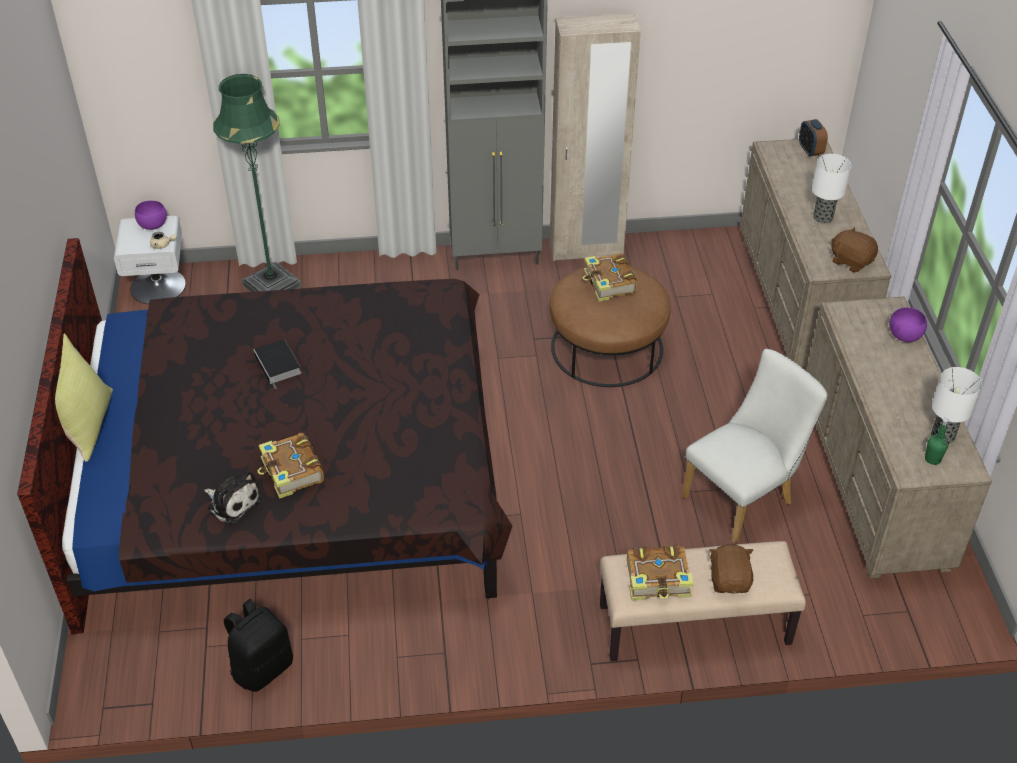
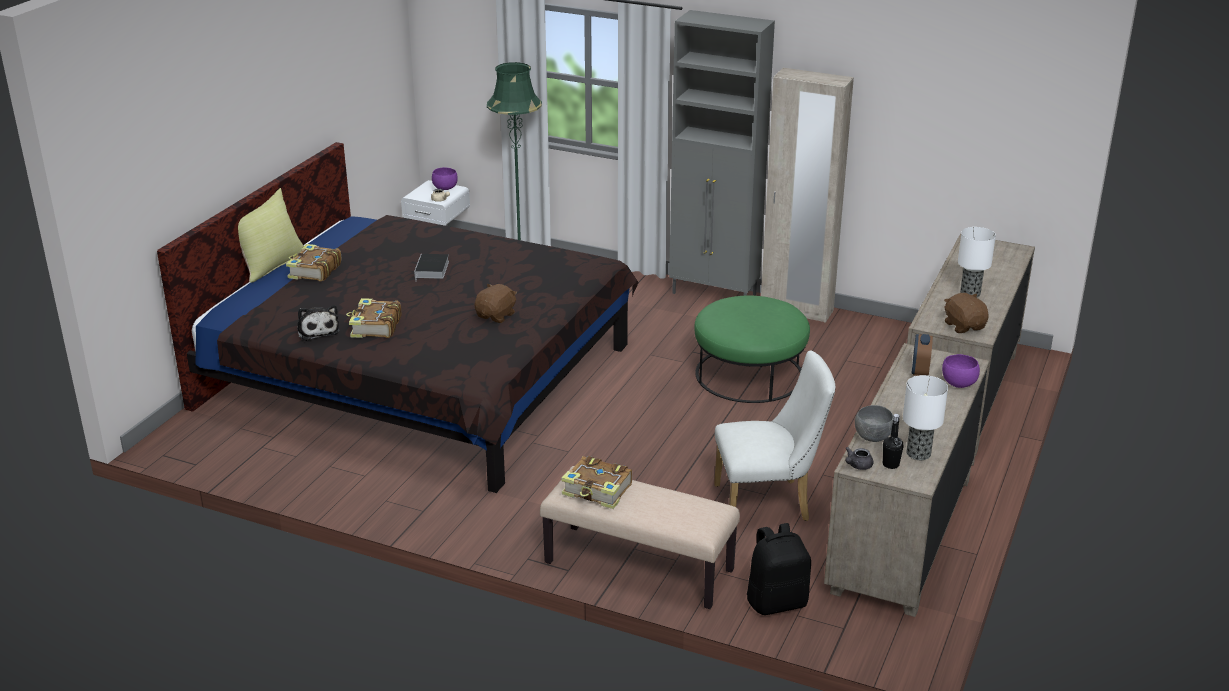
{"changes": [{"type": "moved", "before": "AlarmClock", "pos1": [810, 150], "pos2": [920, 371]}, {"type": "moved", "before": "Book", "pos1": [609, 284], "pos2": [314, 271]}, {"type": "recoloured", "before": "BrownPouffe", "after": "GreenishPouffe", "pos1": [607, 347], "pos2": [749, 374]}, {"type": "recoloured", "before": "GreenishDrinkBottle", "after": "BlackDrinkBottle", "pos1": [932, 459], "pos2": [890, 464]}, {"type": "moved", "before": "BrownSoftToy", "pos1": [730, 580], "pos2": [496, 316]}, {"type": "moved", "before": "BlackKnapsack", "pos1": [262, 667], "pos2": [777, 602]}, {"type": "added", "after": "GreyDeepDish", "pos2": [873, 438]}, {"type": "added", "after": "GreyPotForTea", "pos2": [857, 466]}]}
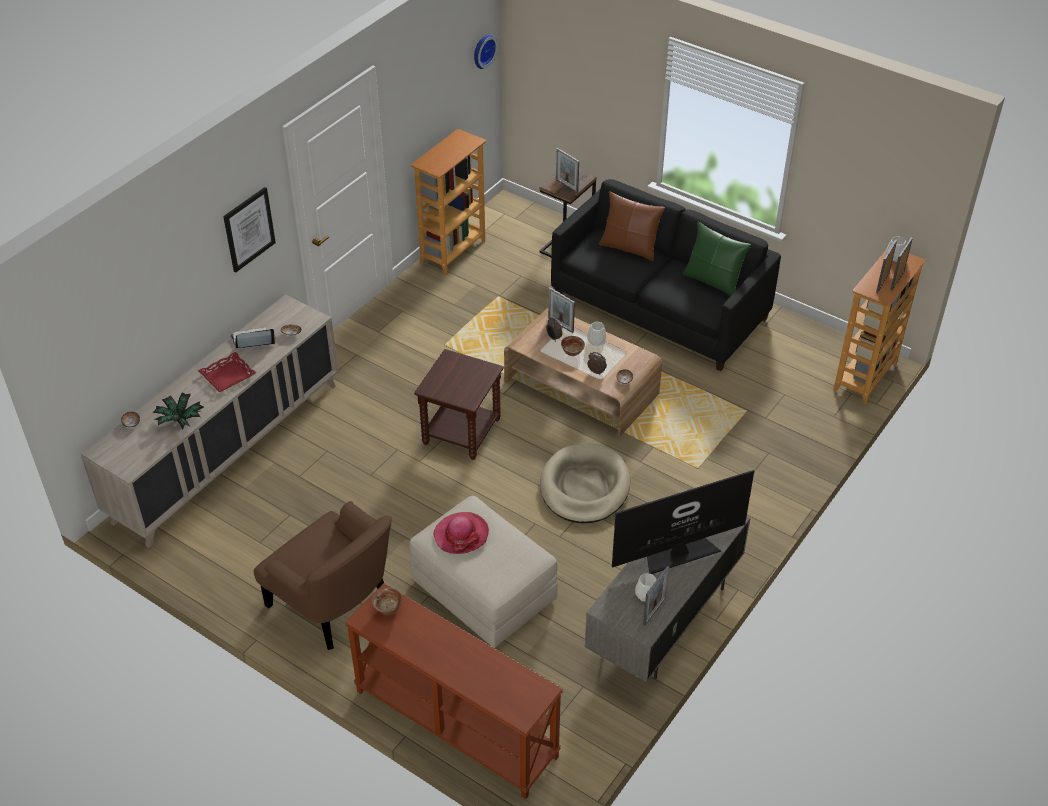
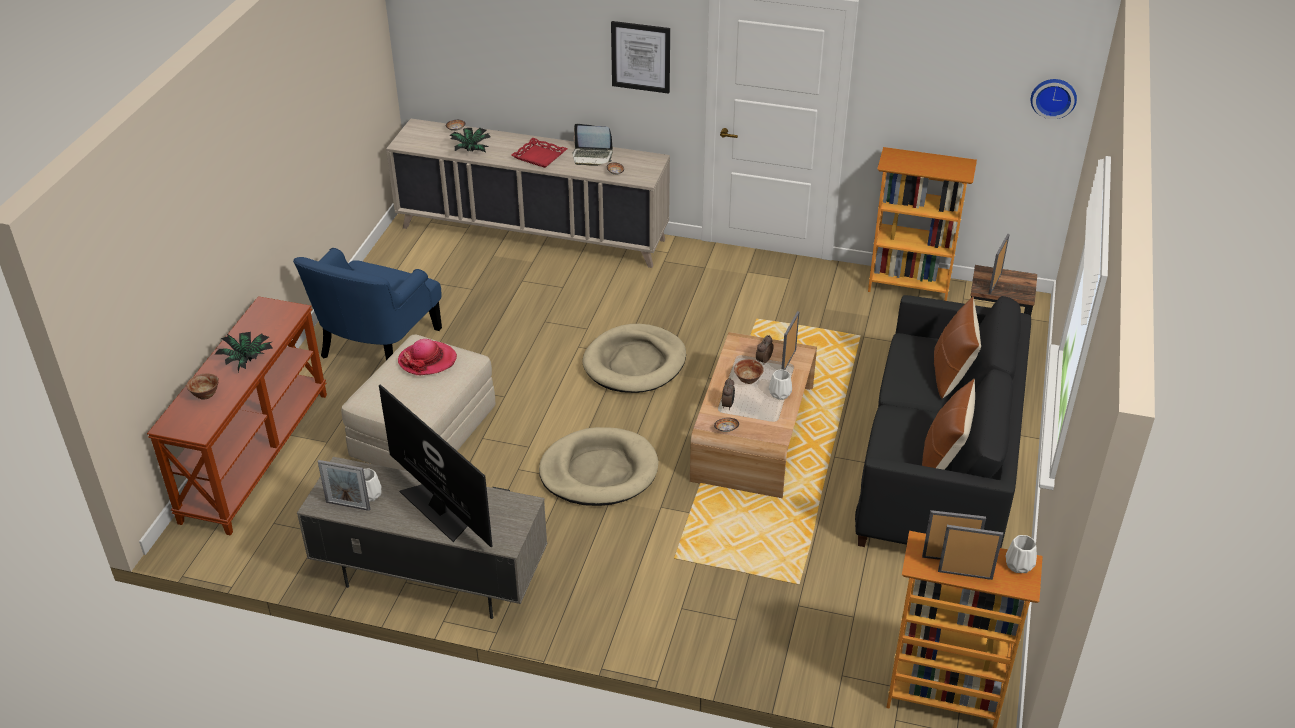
{"changes": [{"type": "recoloured", "before": "GreenishPillow", "after": "BrownPillow", "pos1": [713, 281], "pos2": [943, 458]}, {"type": "turned", "before": "PortableComputer", "pos1": [253, 341], "pos2": [592, 156], "turn": 135}, {"type": "replaced", "before": "BrownAccentTable", "after": "SandColouredDogBed", "pos1": [461, 431], "pos2": [635, 363]}, {"type": "recoloured", "before": "BrownEasyChair", "after": "BluishEasyChair", "pos1": [333, 602], "pos2": [377, 343]}, {"type": "moved", "before": "DeepDish", "pos1": [388, 609], "pos2": [205, 395]}, {"type": "added", "after": "Houseplant", "pos2": [247, 361]}]}
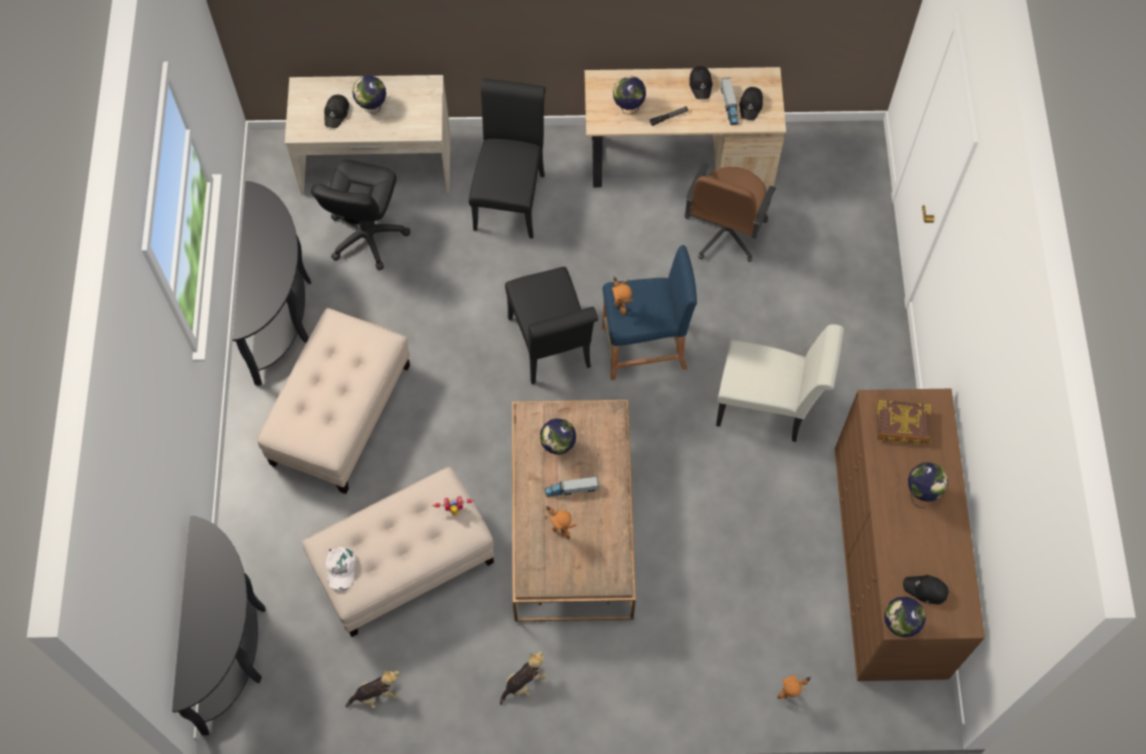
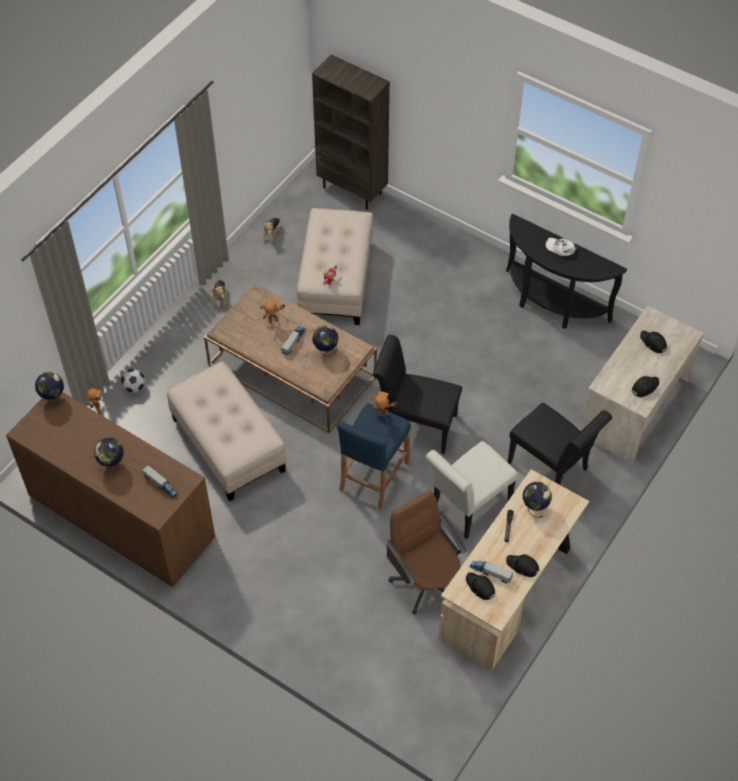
{"changes": [{"type": "removed", "before": "DeskGlobe", "pos1": [372, 107]}, {"type": "removed", "before": "BlackComputerChair", "pos1": [367, 236]}, {"type": "moved", "before": "SandColouredPouffe", "pos1": [341, 414], "pos2": [227, 444]}, {"type": "moved", "before": "WhitishPlainChair", "pos1": [769, 407], "pos2": [467, 508]}, {"type": "replaced", "before": "Book", "after": "ToyTruck", "pos1": [902, 425], "pos2": [160, 484]}, {"type": "replaced", "before": "BlackHallTable", "after": "BrownShelvingUnit", "pos1": [234, 645], "pos2": [353, 190]}, {"type": "moved", "before": "WhitishPeakedCap", "pos1": [340, 568], "pos2": [560, 248]}, {"type": "moved", "before": "BlackPeakedCap", "pos1": [925, 590], "pos2": [644, 387]}, {"type": "added", "after": "FootballBall", "pos2": [134, 387]}]}
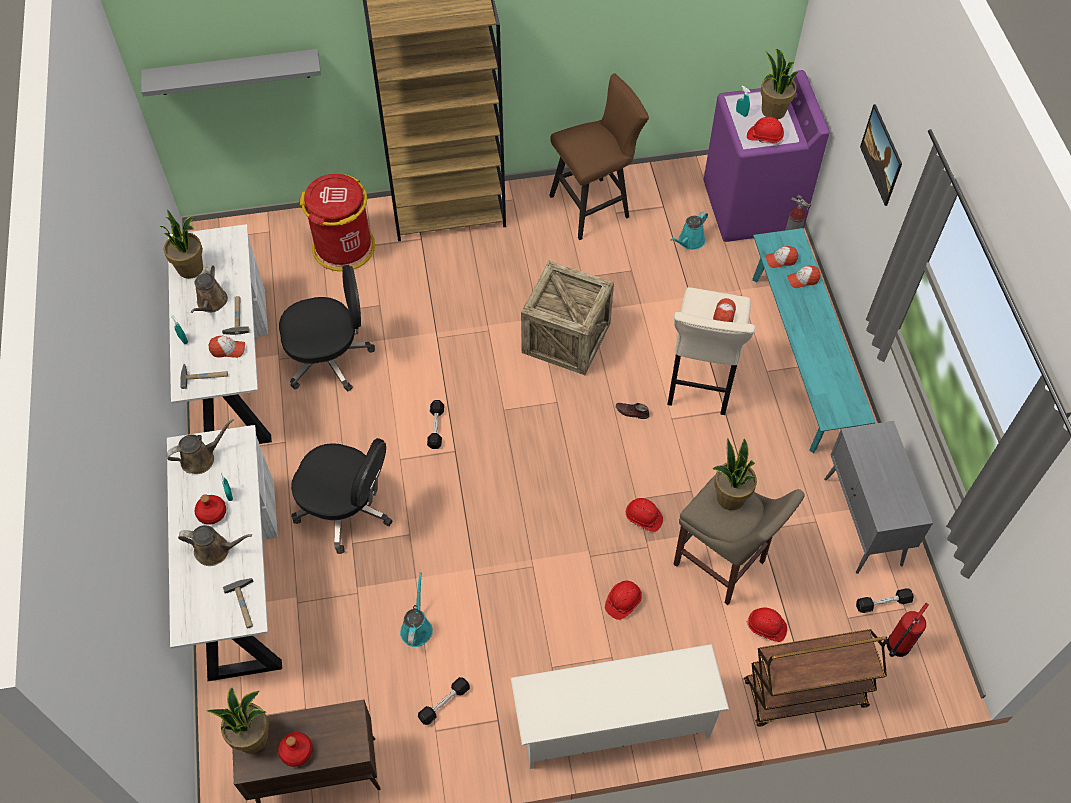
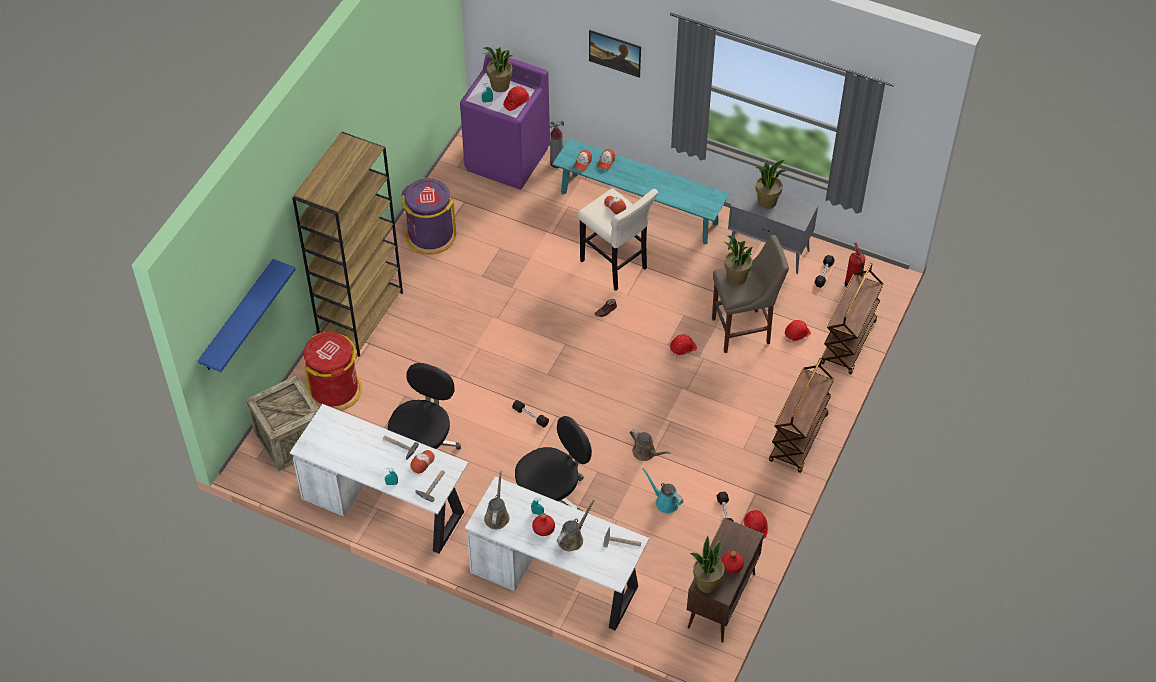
{"changes": [{"type": "recoloured", "before": "GreyBracketShelf", "after": "BluishBracketShelf", "pos1": [233, 72], "pos2": [238, 317]}, {"type": "replaced", "before": "BrownStool", "after": "PurpleColouredWasteBin", "pos1": [595, 206], "pos2": [430, 236]}, {"type": "moved", "before": "Houseplant", "pos1": [191, 268], "pos2": [767, 201]}, {"type": "removed", "before": "TurquoiseColouredWateringCan", "pos1": [689, 242]}, {"type": "moved", "before": "PackingCrate", "pos1": [566, 338], "pos2": [291, 439]}, {"type": "moved", "before": "BrownWateringCan", "pos1": [211, 303], "pos2": [646, 453]}, {"type": "moved", "before": "RedSafetyHelmet", "pos1": [622, 602], "pos2": [755, 527]}, {"type": "replaced", "before": "WhitishShoeStand", "after": "BrownCart", "pos1": [613, 722], "pos2": [799, 439]}]}
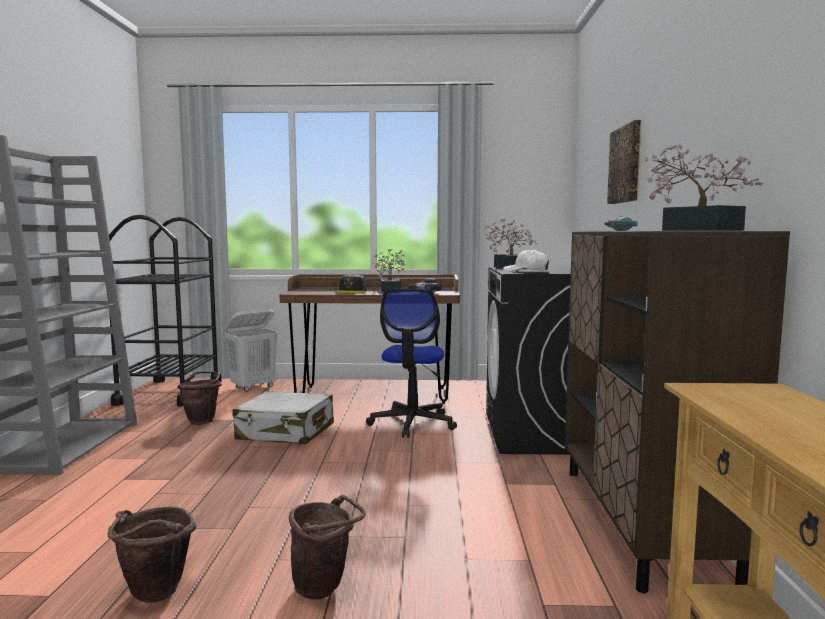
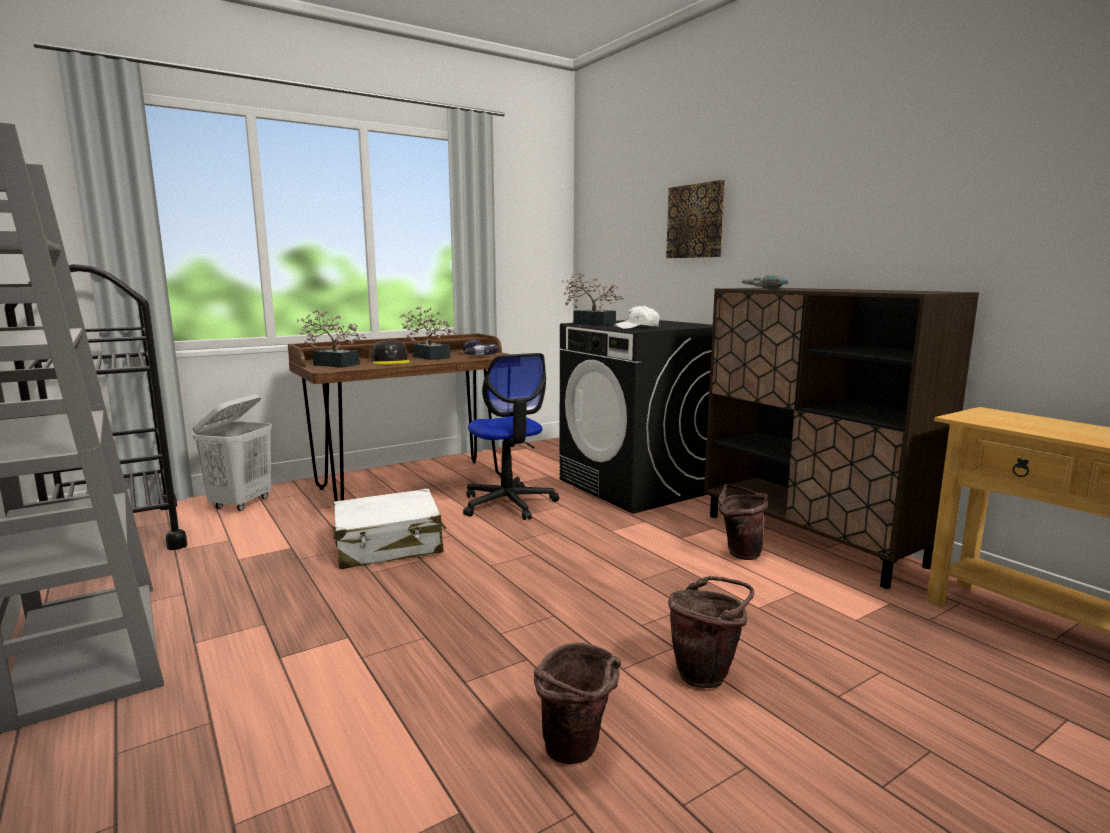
{"changes": [{"type": "moved", "before": "Houseplant", "pos1": [694, 230], "pos2": [333, 364]}, {"type": "moved", "before": "BrownWaterBucket", "pos1": [203, 421], "pos2": [739, 552]}]}
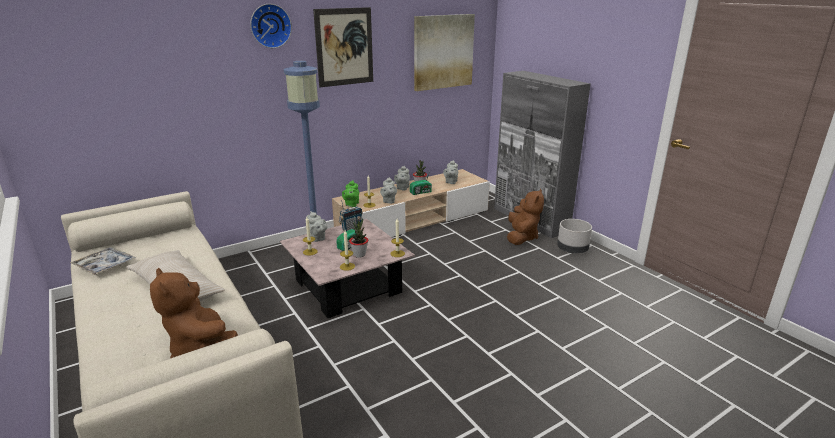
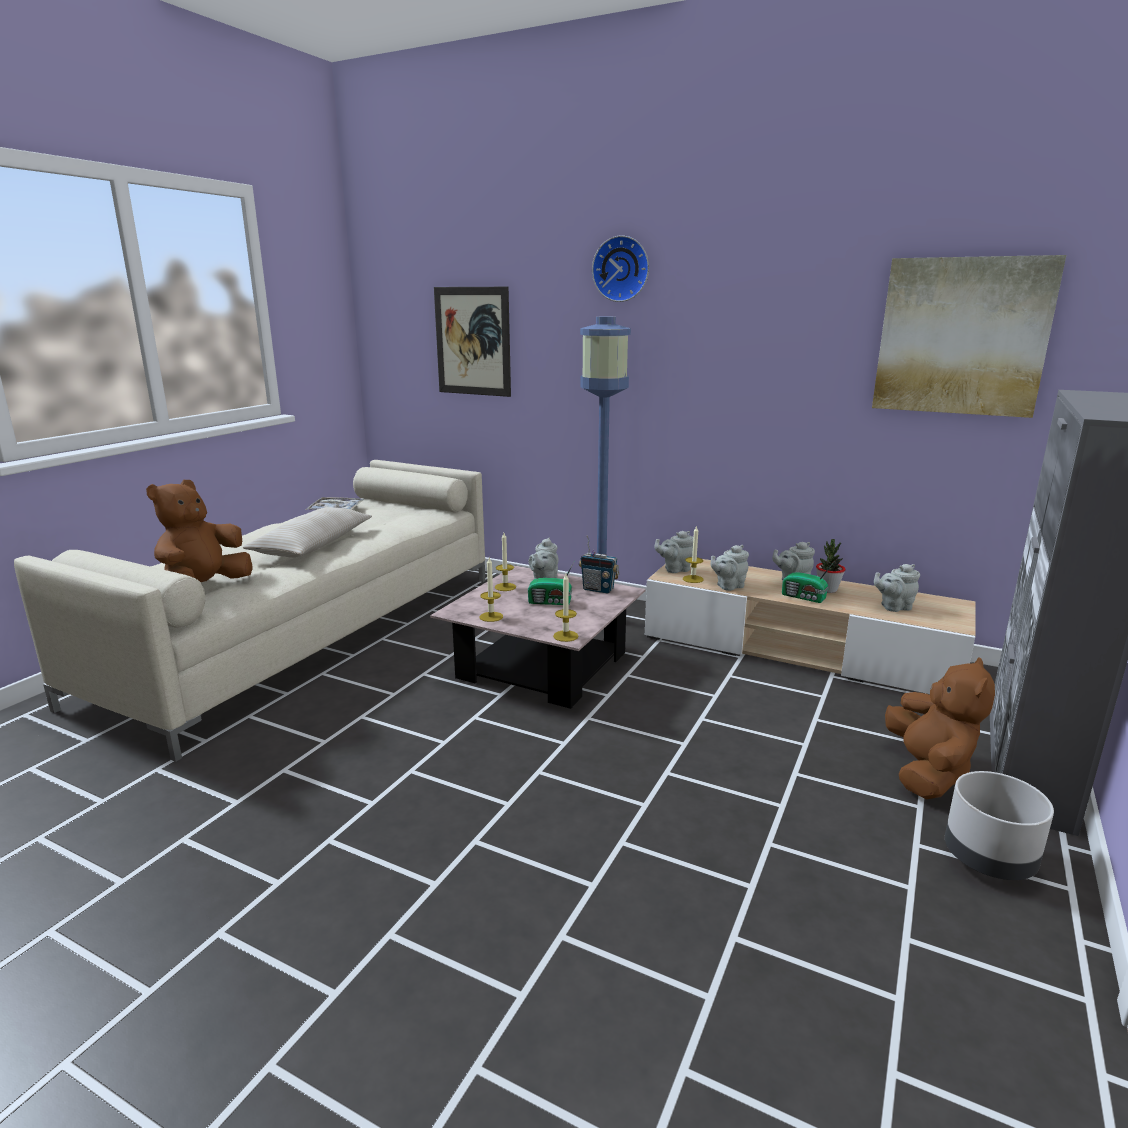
{"changes": [{"type": "moved", "before": "Picture", "pos1": [344, 47], "pos2": [472, 341]}, {"type": "recoloured", "before": "GreenishPotForTea", "after": "GreyPotForTea", "pos1": [351, 204], "pos2": [675, 569]}, {"type": "turned", "before": "BrownSoftToy", "pos1": [521, 237], "pos2": [927, 772], "turn": -60}, {"type": "removed", "before": "Houseplant", "pos1": [359, 254]}]}
